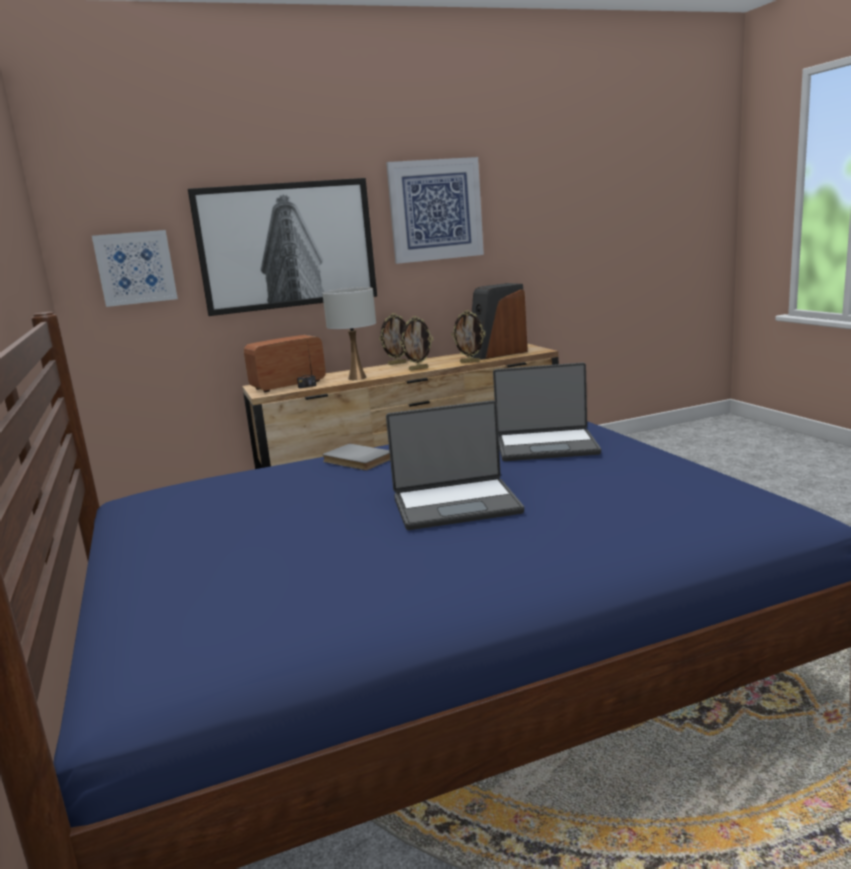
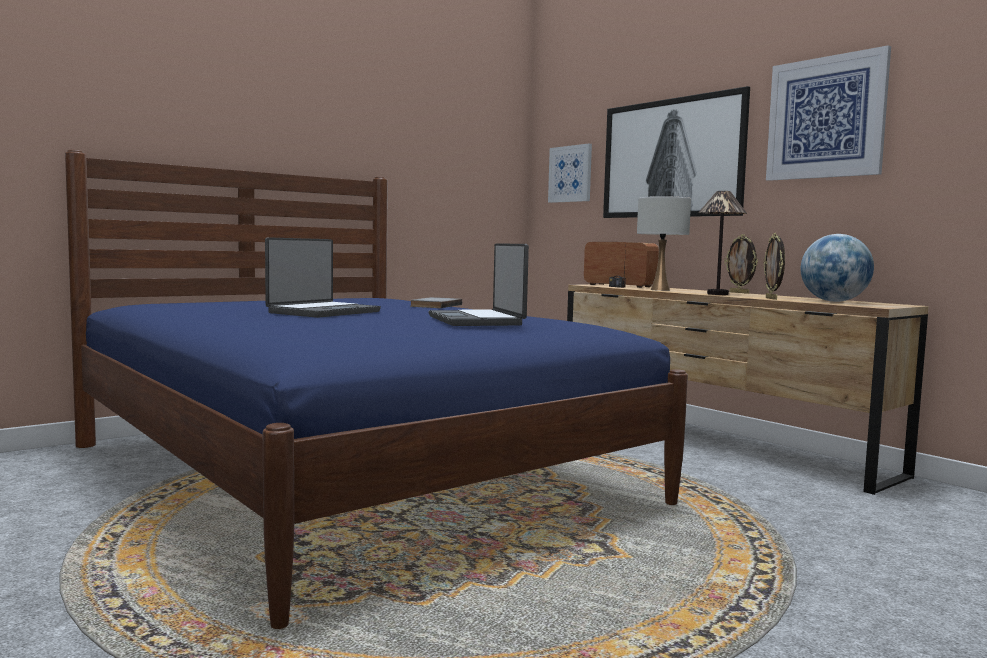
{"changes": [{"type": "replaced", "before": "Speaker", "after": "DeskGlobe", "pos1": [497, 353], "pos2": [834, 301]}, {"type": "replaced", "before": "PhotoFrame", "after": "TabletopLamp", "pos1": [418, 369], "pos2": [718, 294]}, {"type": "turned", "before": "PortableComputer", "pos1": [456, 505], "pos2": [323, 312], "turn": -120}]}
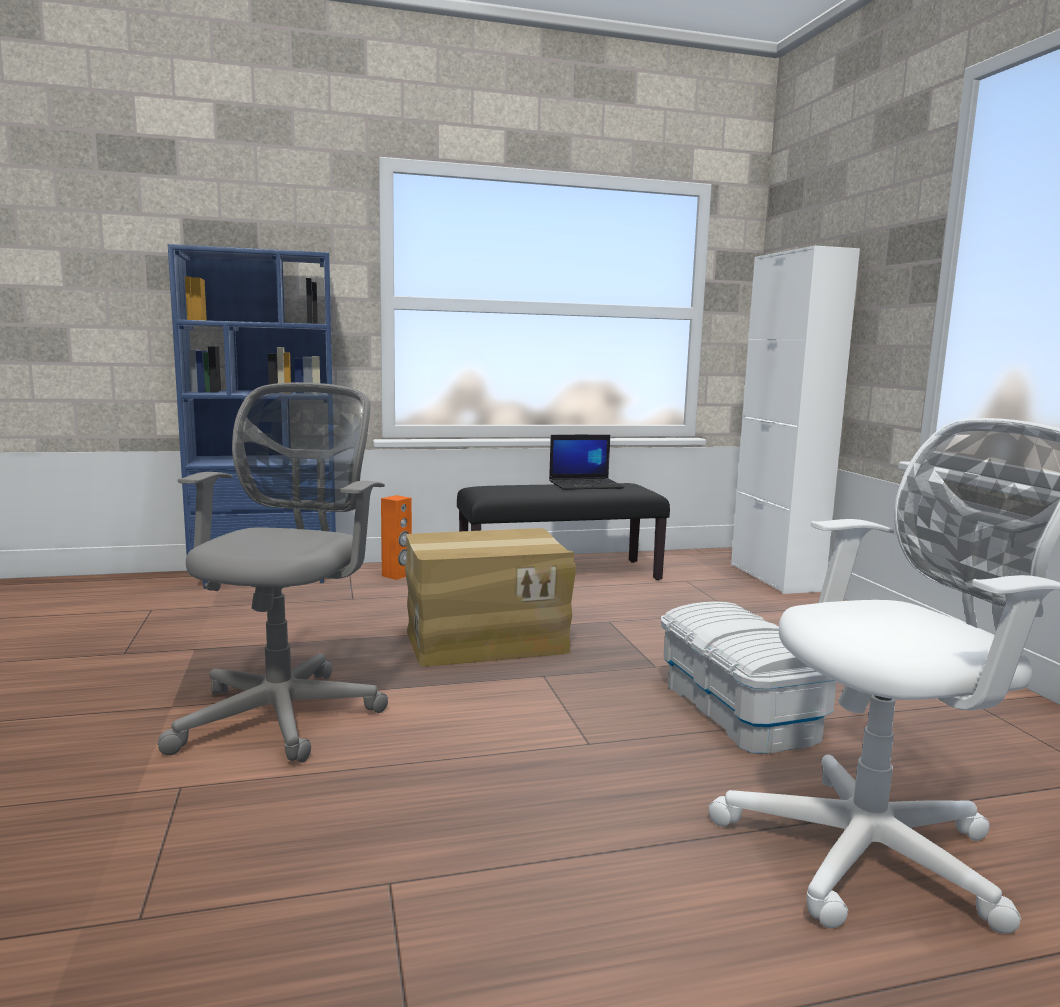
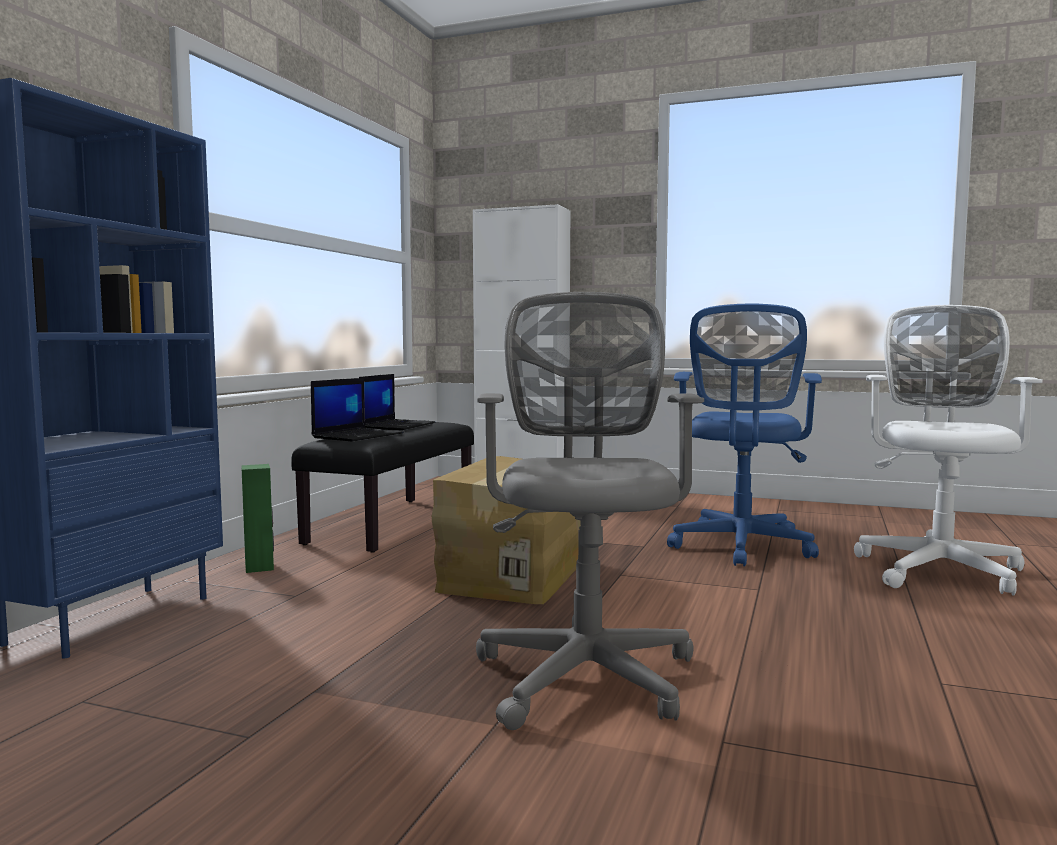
{"changes": [{"type": "turned", "before": "GreyComputerChair", "pos1": [285, 712], "pos2": [586, 671], "turn": 45}, {"type": "recoloured", "before": "OrangeySpeaker", "after": "GreenishSpeaker", "pos1": [397, 575], "pos2": [260, 567]}, {"type": "replaced", "before": "WhitishStorageContainer", "after": "BluishComputerChair", "pos1": [738, 710], "pos2": [741, 547]}, {"type": "added", "after": "PortableComputer", "pos2": [358, 435]}]}
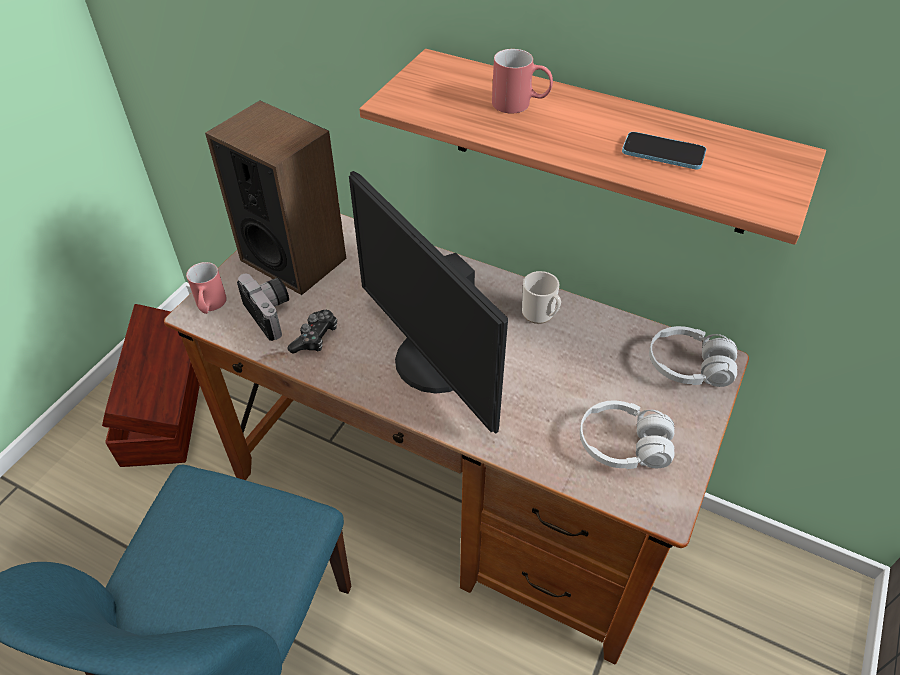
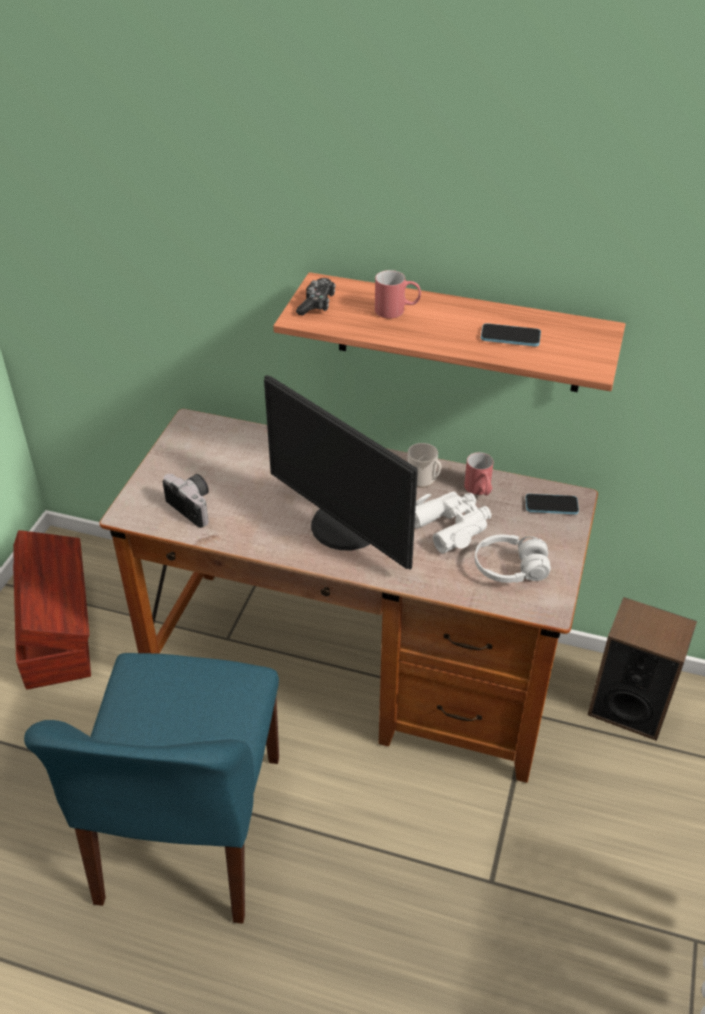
{"changes": [{"type": "moved", "before": "Speaker", "pos1": [293, 259], "pos2": [628, 707]}, {"type": "moved", "before": "RedTeaMug", "pos1": [210, 306], "pos2": [479, 491]}, {"type": "moved", "before": "GameController", "pos1": [315, 338], "pos2": [317, 304]}, {"type": "replaced", "before": "WhitishPairOfHeadphones", "after": "Phone", "pos1": [688, 367], "pos2": [551, 505]}, {"type": "added", "after": "WhitishFieldGlasses", "pos2": [451, 525]}]}
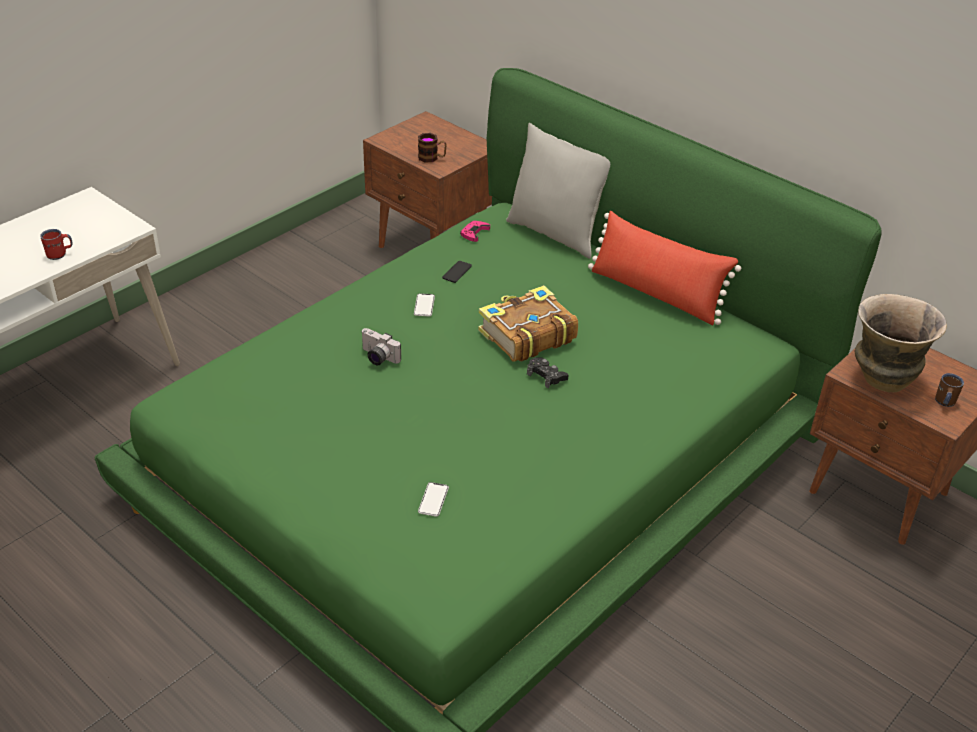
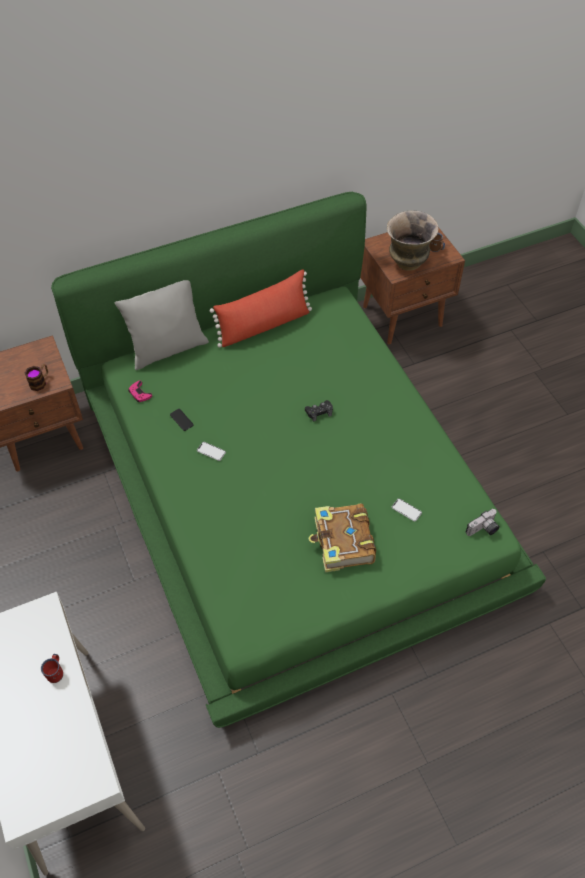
{"changes": [{"type": "moved", "before": "Book", "pos1": [526, 335], "pos2": [342, 543]}, {"type": "moved", "before": "PhotoCamera", "pos1": [377, 358], "pos2": [483, 530]}]}
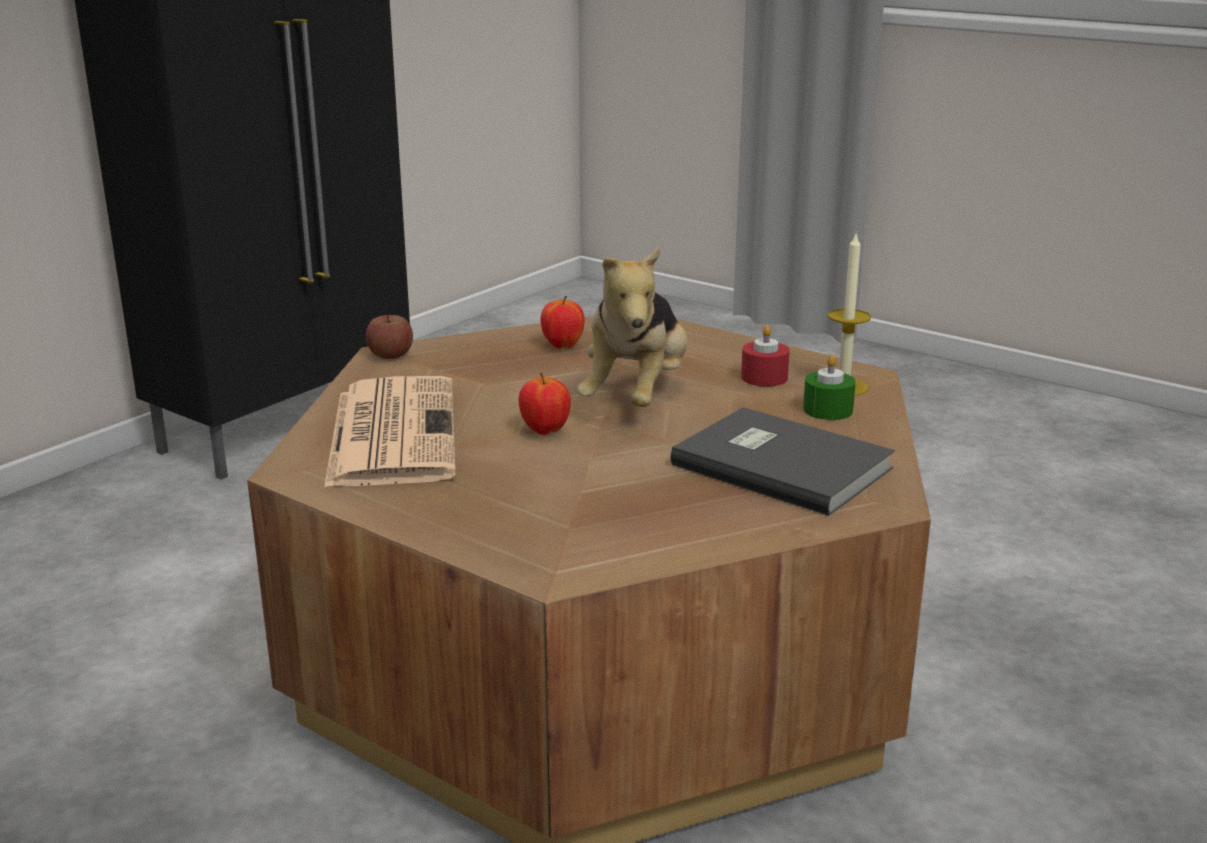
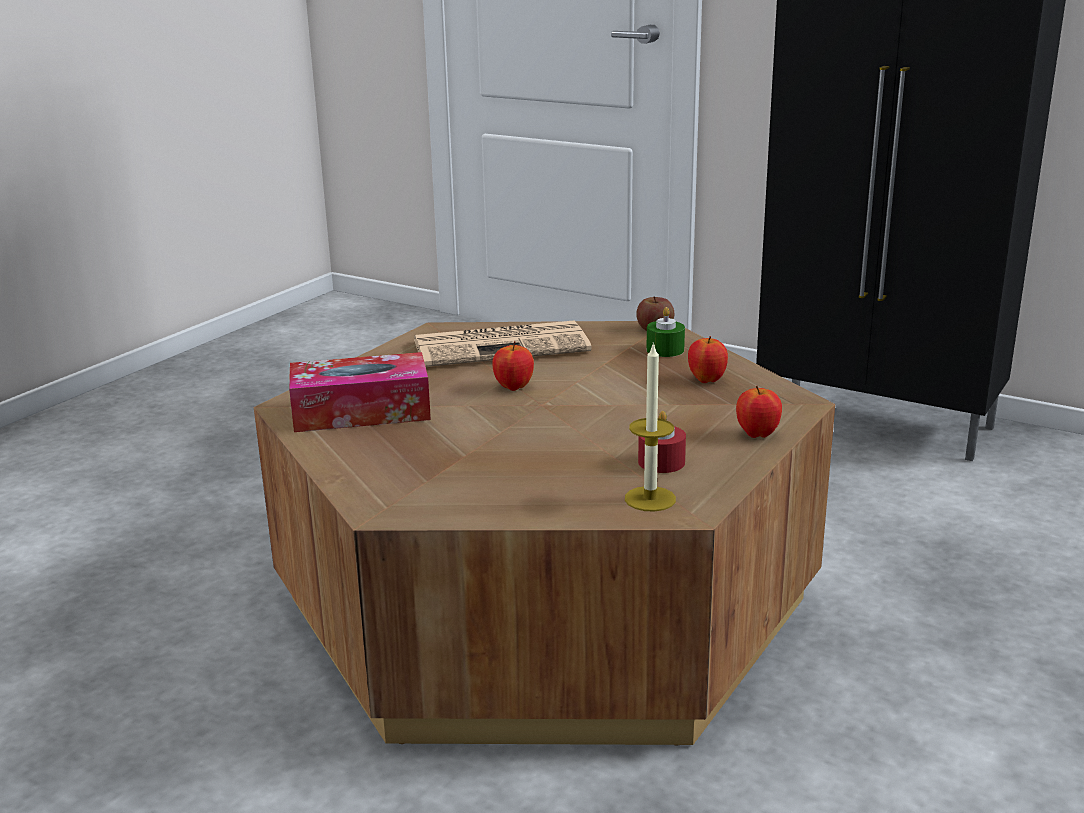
{"changes": [{"type": "removed", "before": "SoftToy", "pos1": [637, 396]}, {"type": "moved", "before": "GreenishCandle", "pos1": [828, 410], "pos2": [665, 350]}, {"type": "removed", "before": "GreyBook", "pos1": [781, 464]}, {"type": "added", "after": "BoxOfTissues", "pos2": [361, 412]}, {"type": "added", "after": "WholeApple", "pos2": [757, 434]}]}
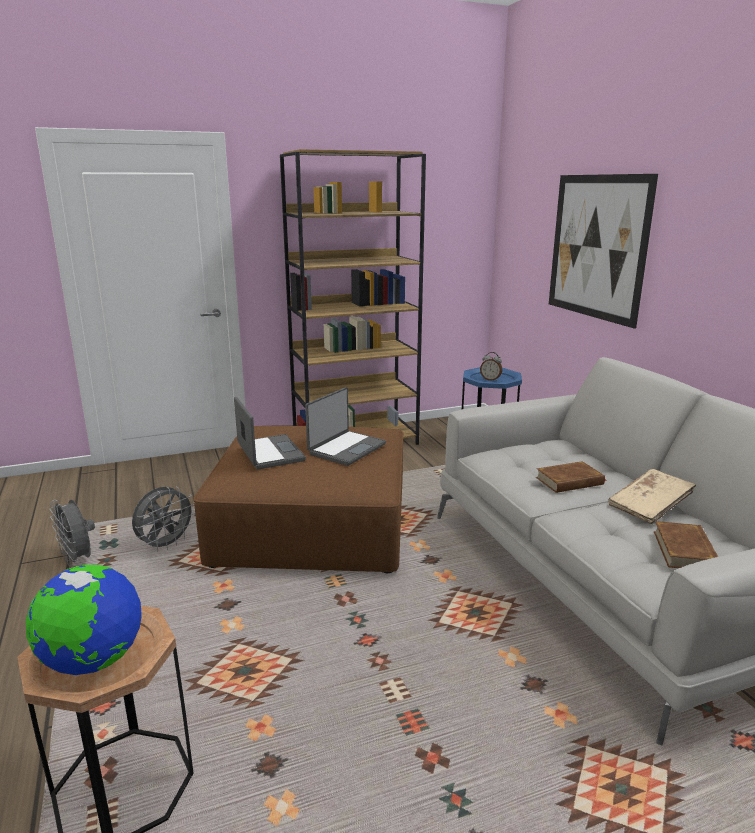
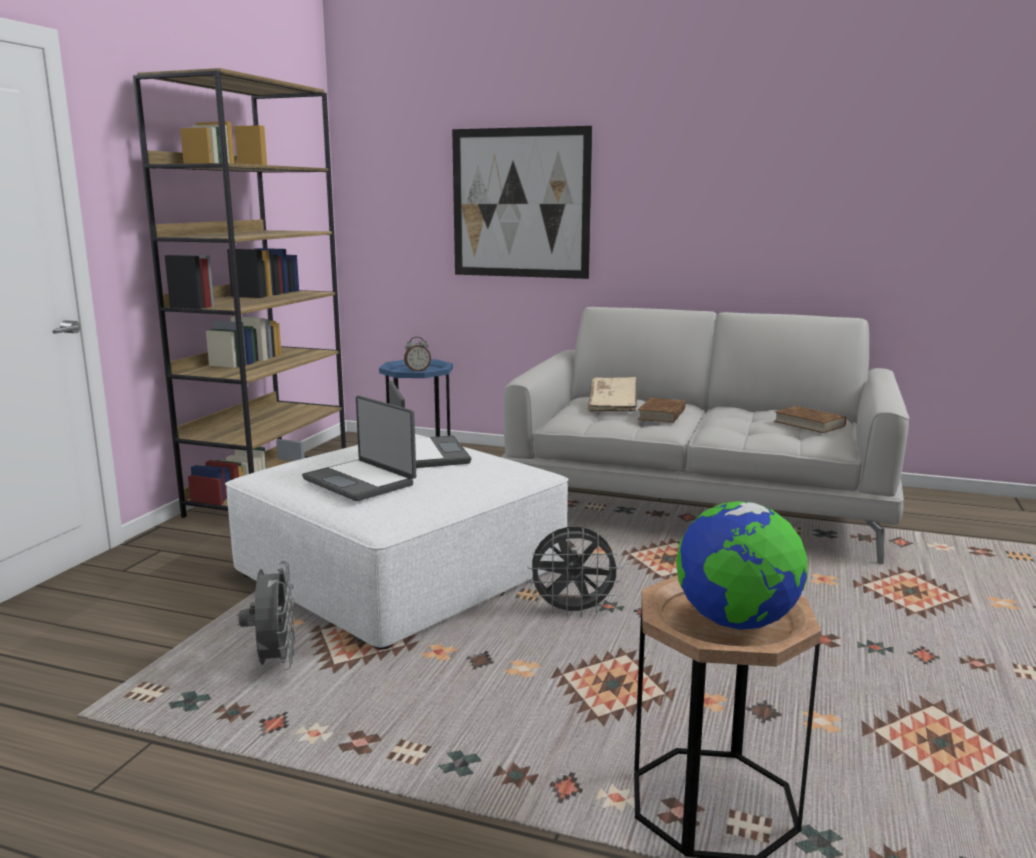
{"changes": [{"type": "turned", "before": "PortableComputer", "pos1": [269, 453], "pos2": [361, 481], "turn": -150}, {"type": "recoloured", "before": "BrownPouffe", "after": "WhitishPouffe", "pos1": [314, 524], "pos2": [401, 570]}, {"type": "moved", "before": "SandColouredBook", "pos1": [649, 507], "pos2": [613, 405]}, {"type": "moved", "before": "GreyElectricFan", "pos1": [78, 560], "pos2": [573, 611]}]}
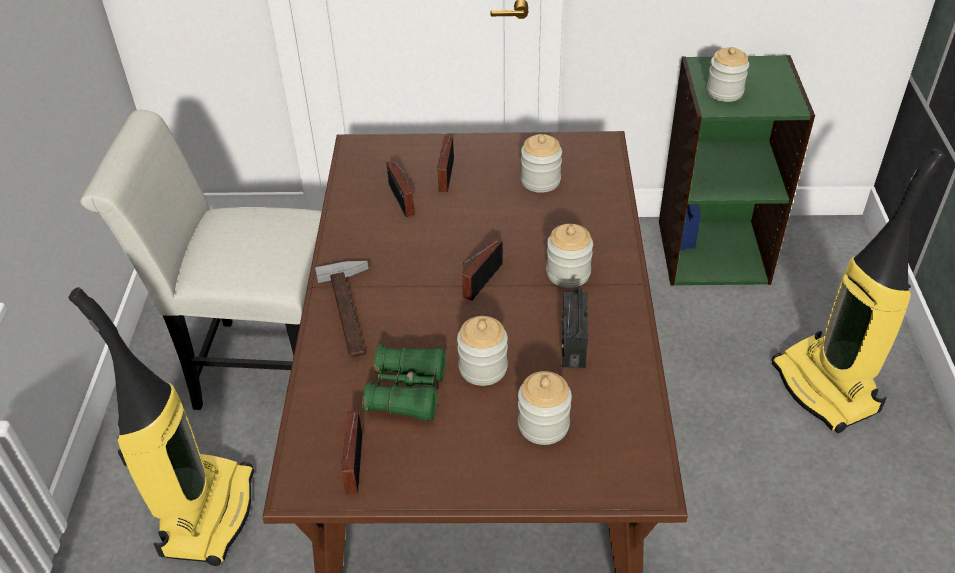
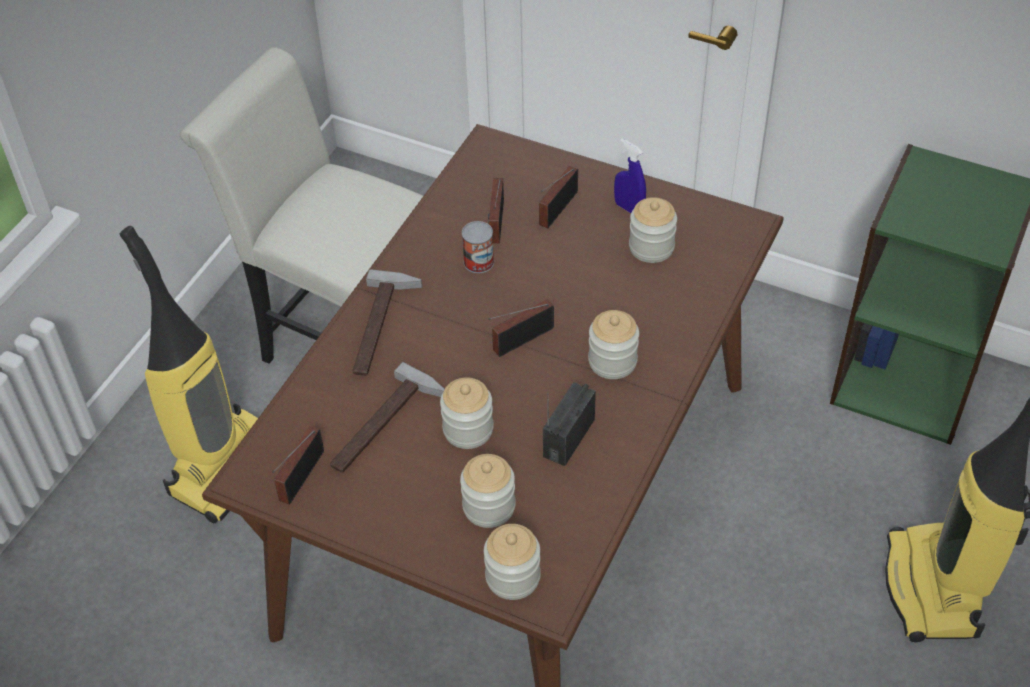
{"changes": [{"type": "moved", "before": "Jar", "pos1": [724, 92], "pos2": [513, 577]}, {"type": "replaced", "before": "GreenishFieldGlasses", "after": "ToolHammer", "pos1": [407, 391], "pos2": [385, 426]}, {"type": "added", "after": "BluishSprayer", "pos2": [628, 208]}, {"type": "added", "after": "SealedCan", "pos2": [478, 262]}]}
